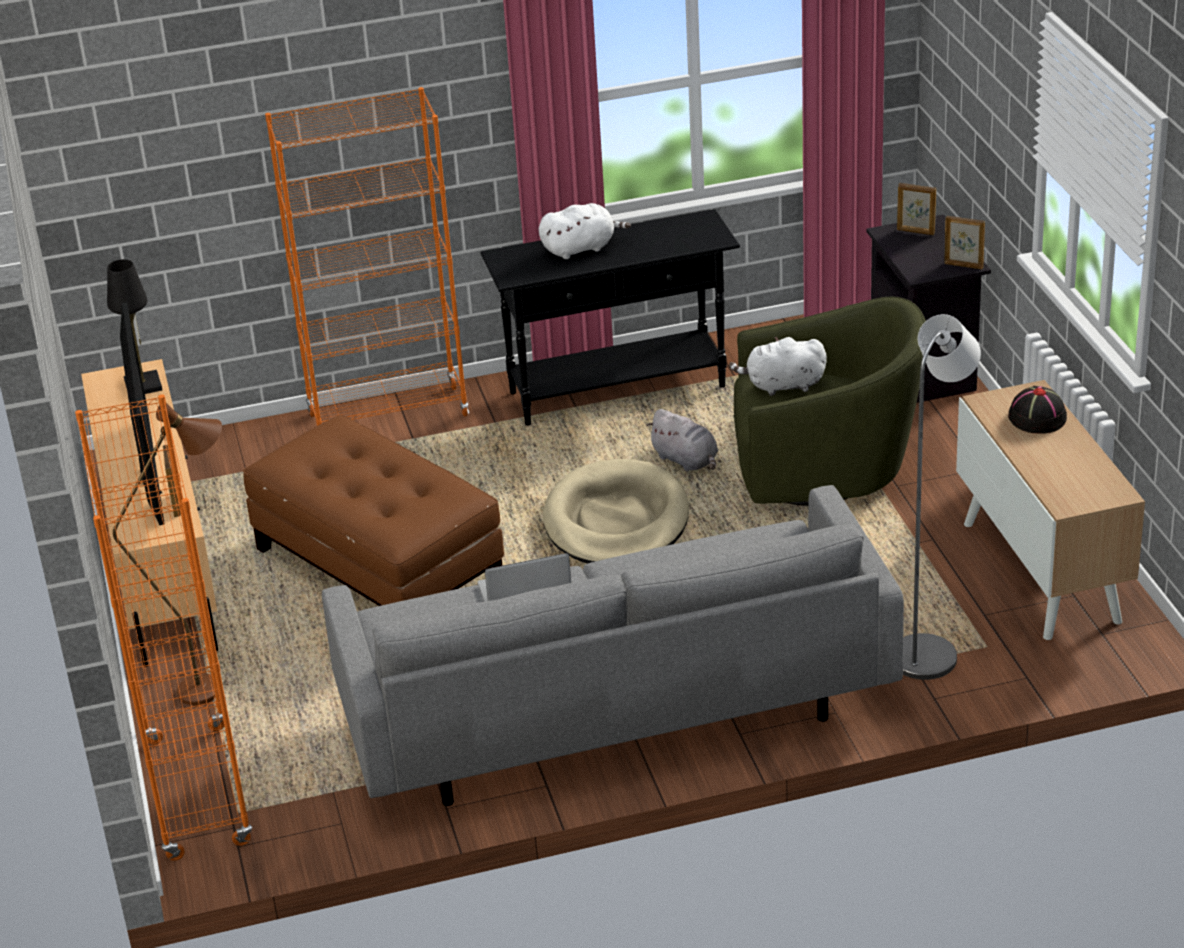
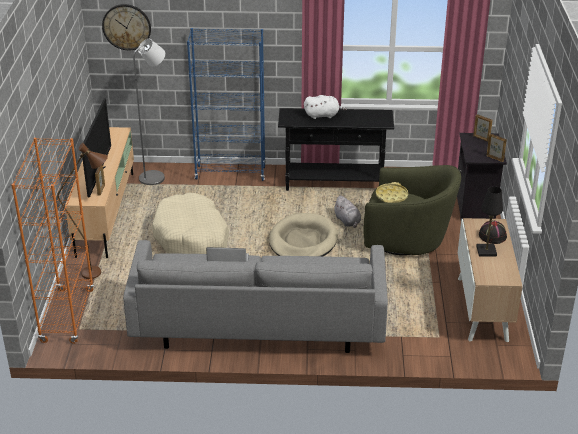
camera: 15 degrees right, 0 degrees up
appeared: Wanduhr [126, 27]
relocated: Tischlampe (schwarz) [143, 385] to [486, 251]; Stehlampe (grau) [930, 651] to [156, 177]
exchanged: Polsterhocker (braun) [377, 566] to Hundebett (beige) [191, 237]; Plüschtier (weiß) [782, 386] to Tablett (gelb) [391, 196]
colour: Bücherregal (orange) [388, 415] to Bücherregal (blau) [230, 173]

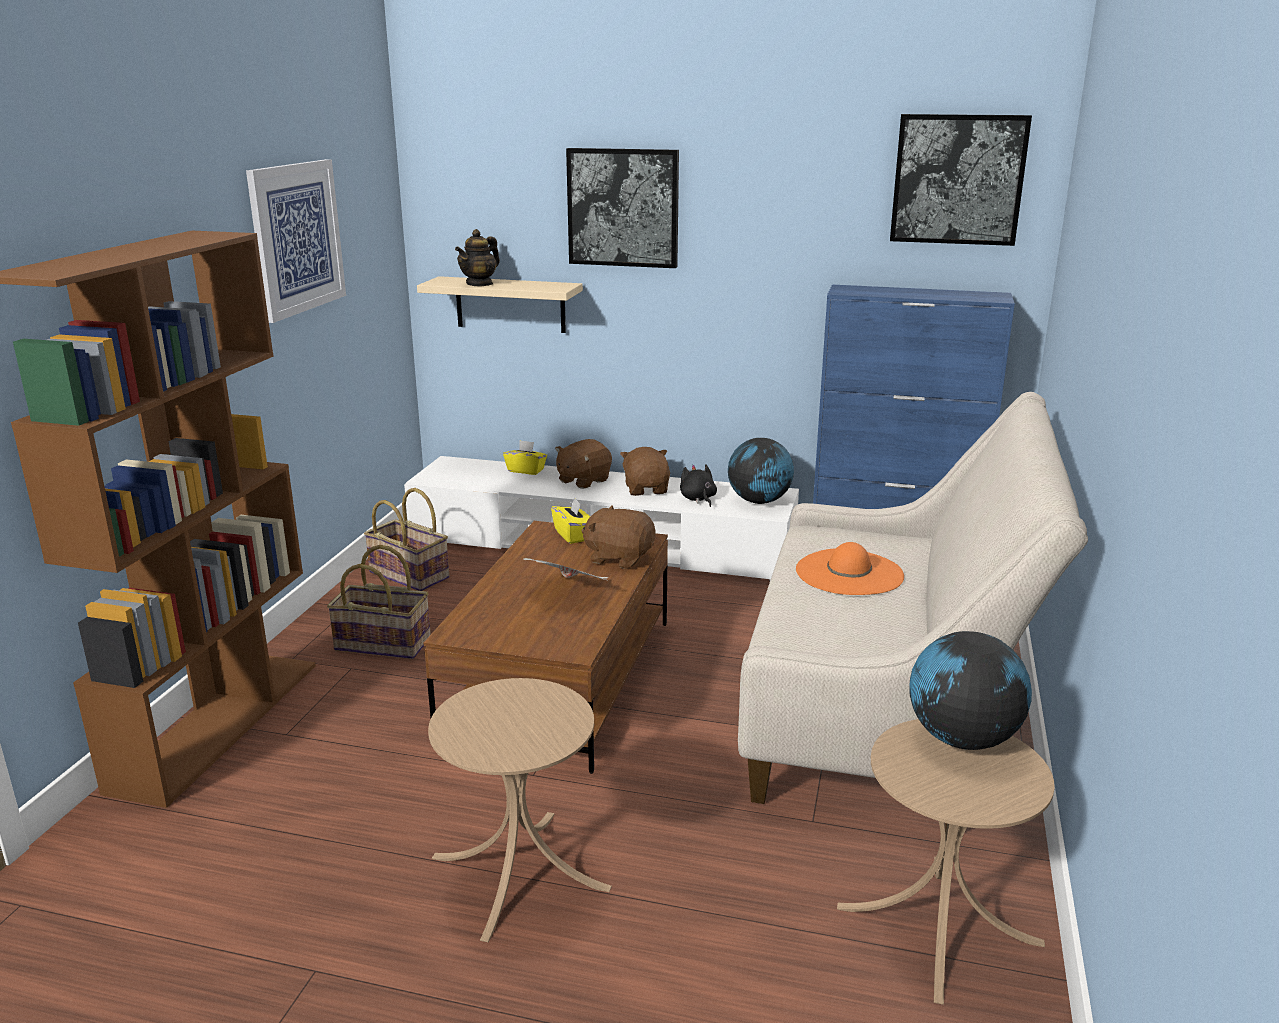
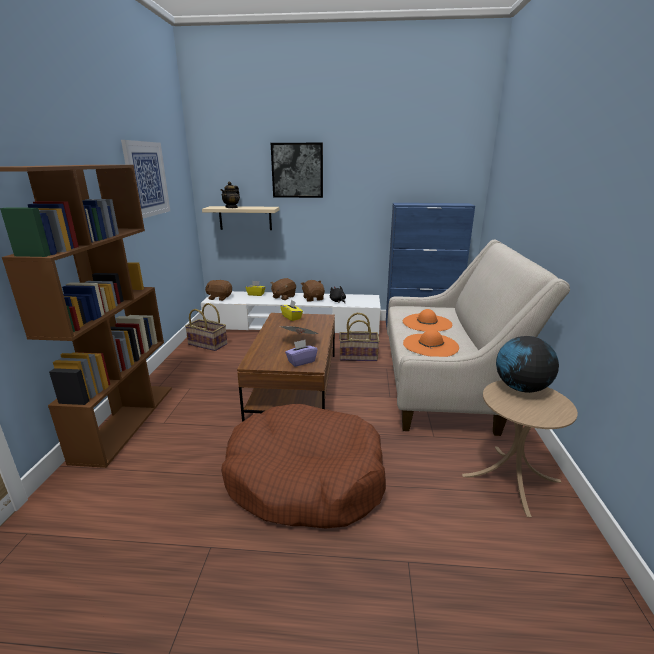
camera: 10 degrees left, 0 degrees up
missing: Globus [759, 501]; Bild [958, 179]
appeared: Taschentuchbox (lila) [301, 361]; Hut (orange) [430, 345]
relocated: Korb [384, 643] to [358, 356]; Plüschtier (braun) [619, 557] to [219, 298]
exchanged: Beistelltisch (beige) [520, 872] to Hundebett (braun) [305, 478]

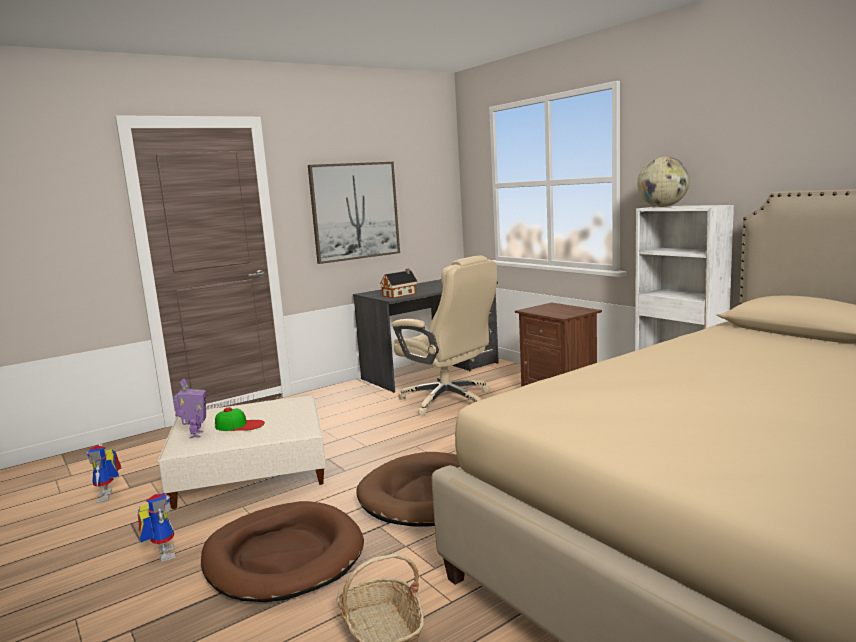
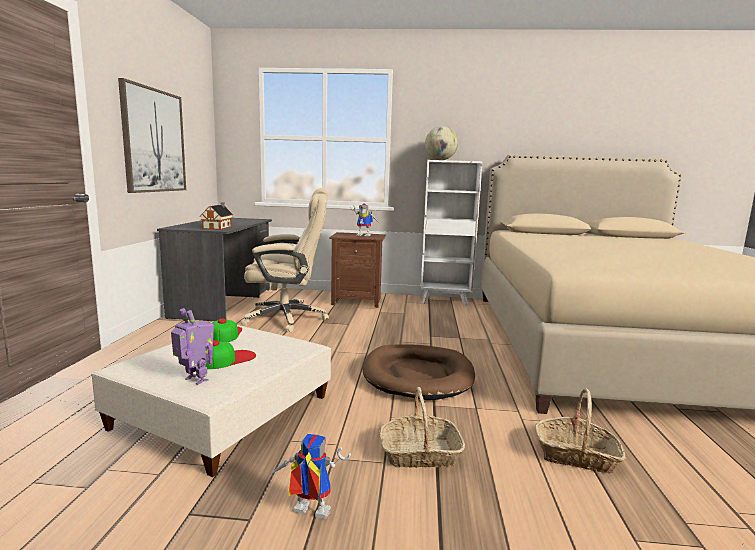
camera: 50 degrees left, 0 degrees up
appeared: Kappe [224, 334]
relocated: Spielzeugroboter [108, 496] to [365, 235]
exchanged: Hundebett (braun) [283, 556] to Korb [420, 454]

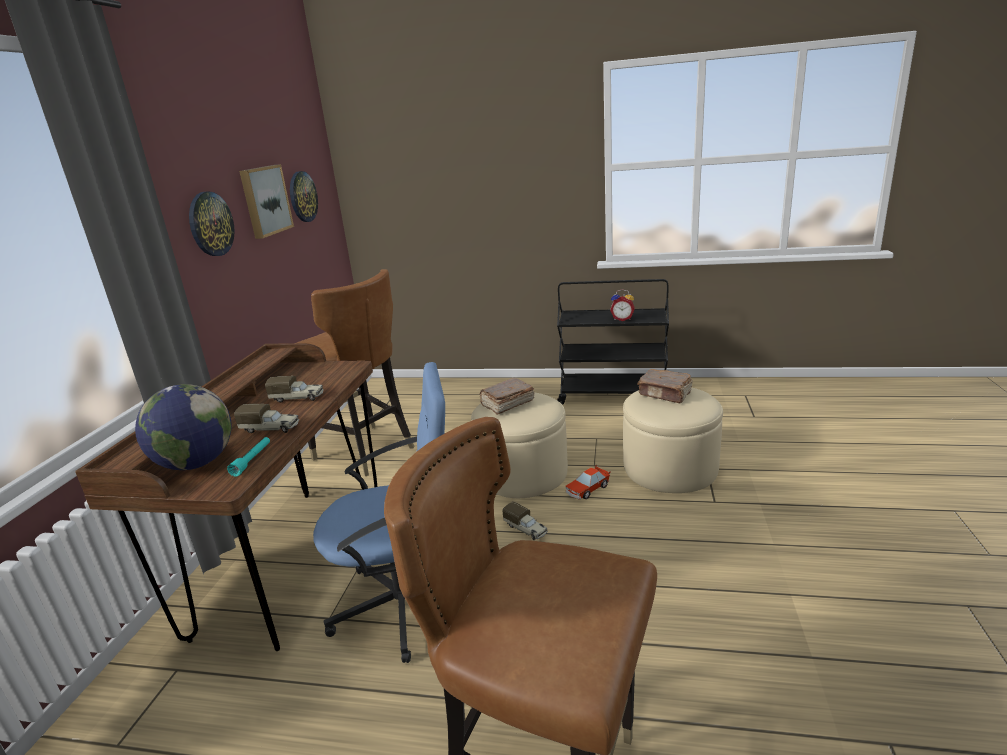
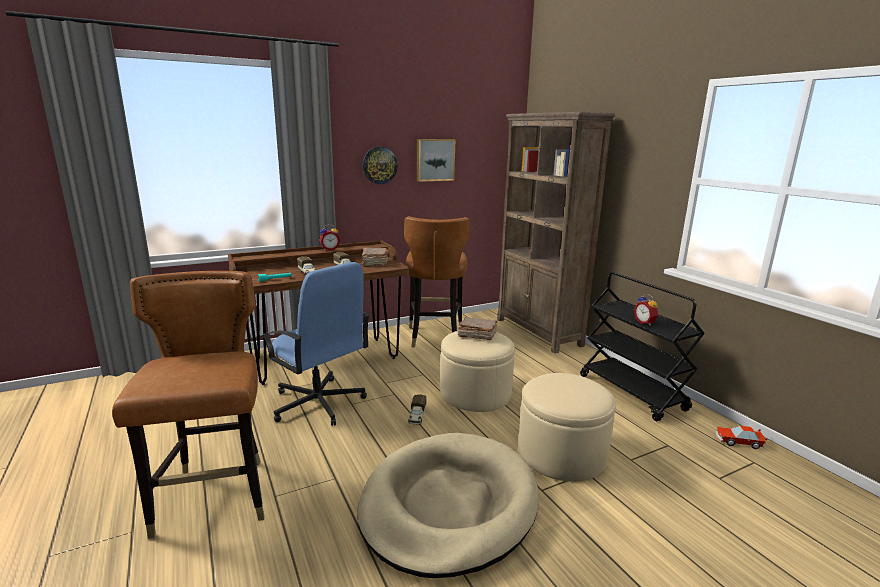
camera: 50 degrees right, 5 degrees down
missing: Globus [196, 463]; Wanduhr [302, 196]
appeared: Wecker [329, 249]; Hundebett (beige) [449, 505]; Bücherregal (braun) [538, 332]
relocated: Spielzeugauto [587, 489] to [738, 442]; Buch (braun) [665, 394] to [374, 263]

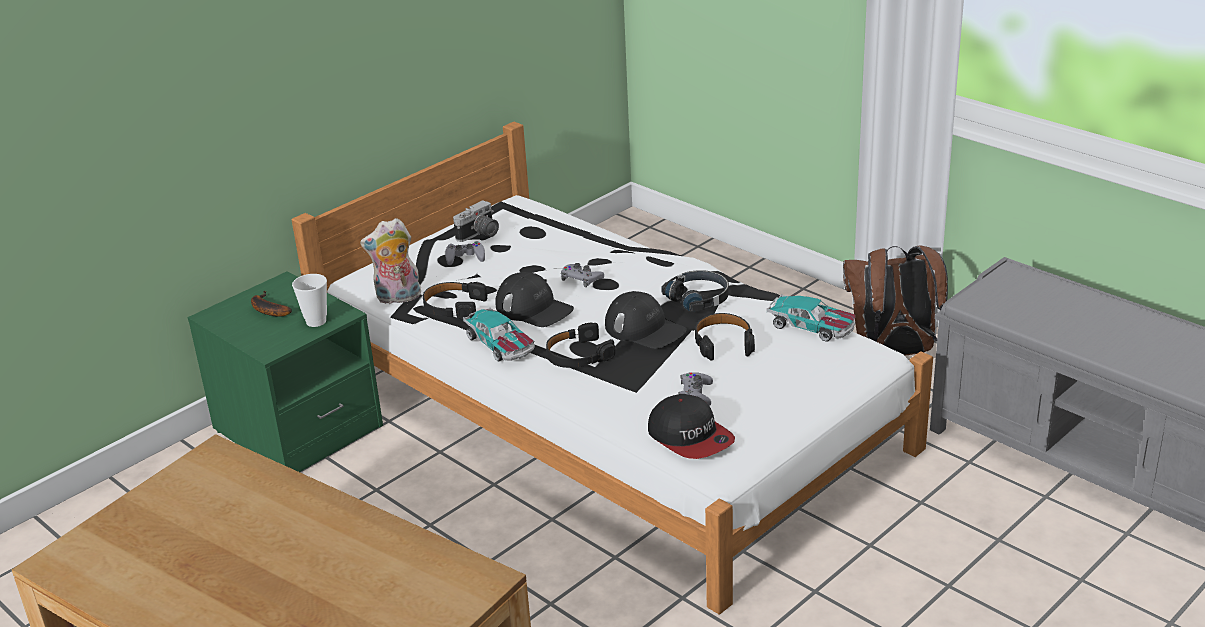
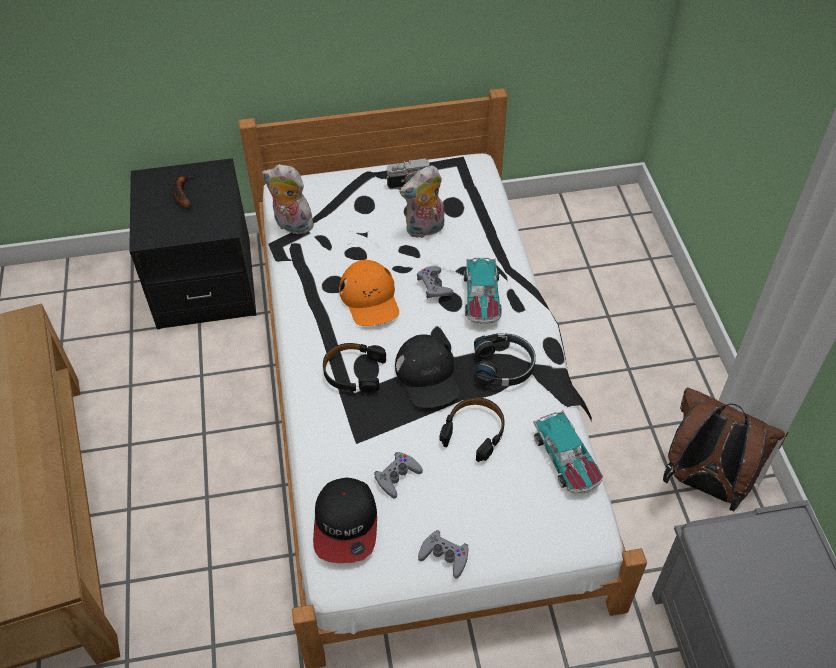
camera: 35 degrees right, 20 degrees up
missing: Tasse [316, 321]; Kopfhörer (schwarz) [453, 307]
appeared: Plüschtier [425, 230]
relocated: Gamepad (grau) [465, 257] to [444, 556]; Spielzeugauto [500, 345] to [482, 298]
colour: Nachttisch (grün) [297, 429] to Nachttisch (schwarz) [205, 283]; Kappe (schwarz) [534, 309] to Kappe (orange) [370, 298]

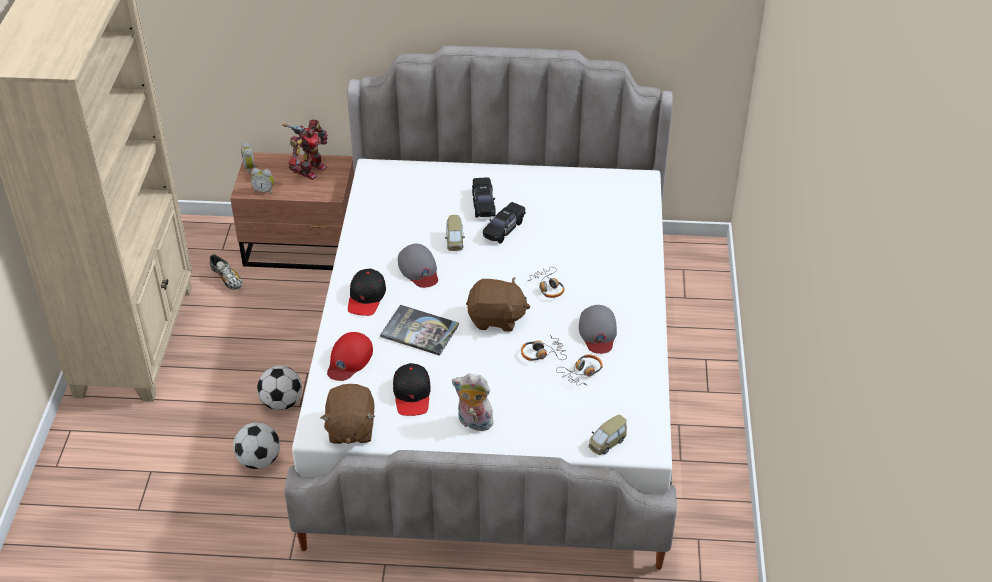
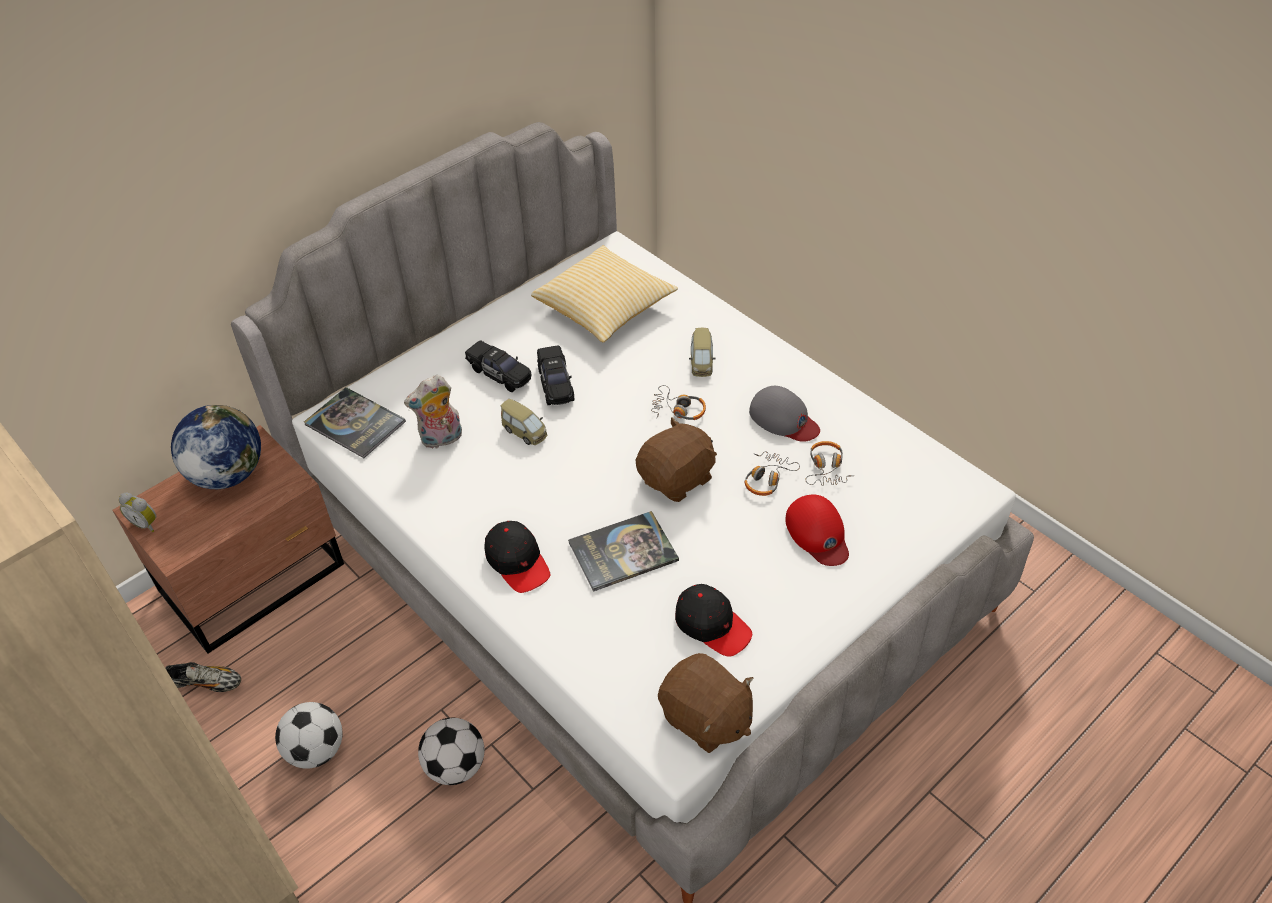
camera: 45 degrees left, 5 degrees up
missing: Wecker [264, 191]; Kappe (grau) [419, 269]
appeared: Buch [355, 423]; Kissen [604, 308]
relocated: Fußball [259, 460] to [316, 750]; Kappe (rot) [349, 359] to [818, 533]; Plüschtier [473, 423] to [441, 439]; Spielzeugauto [607, 443] to [701, 363]
exchanged: Spielzeugroboter [310, 169] to Globus [227, 474]

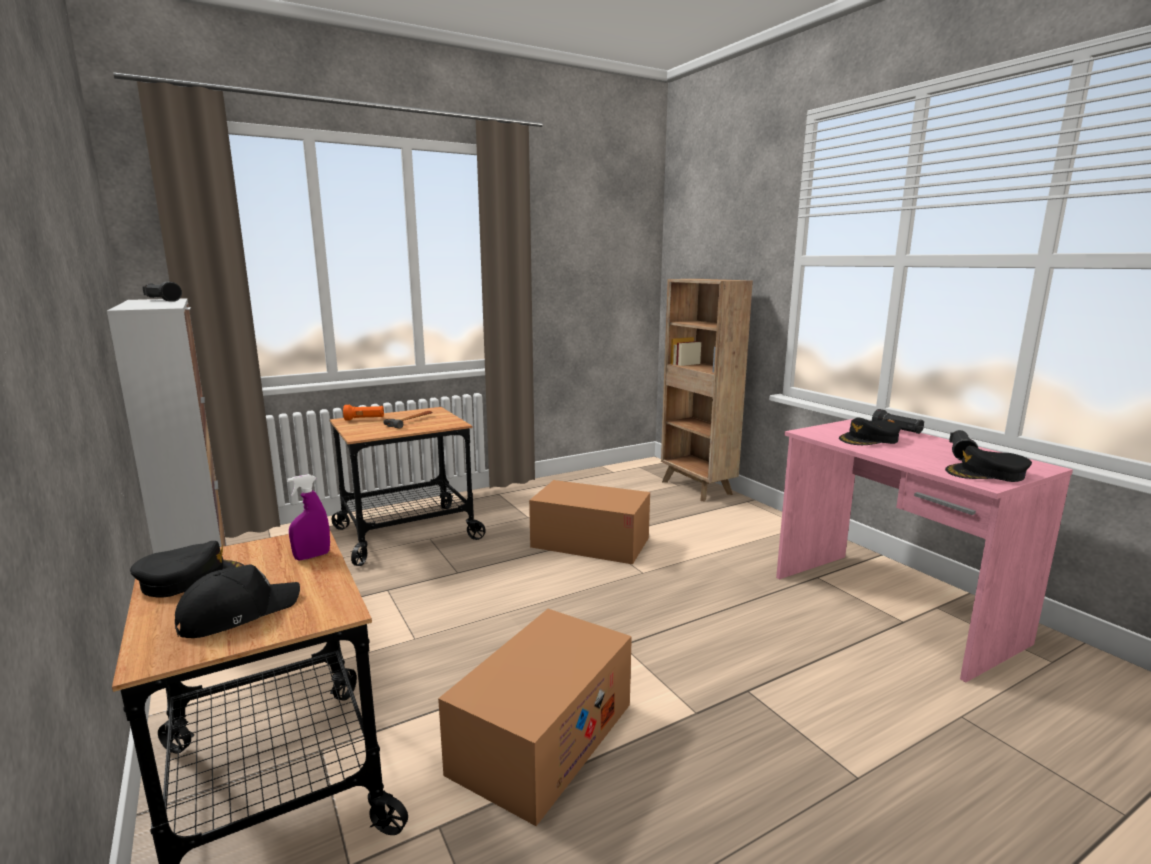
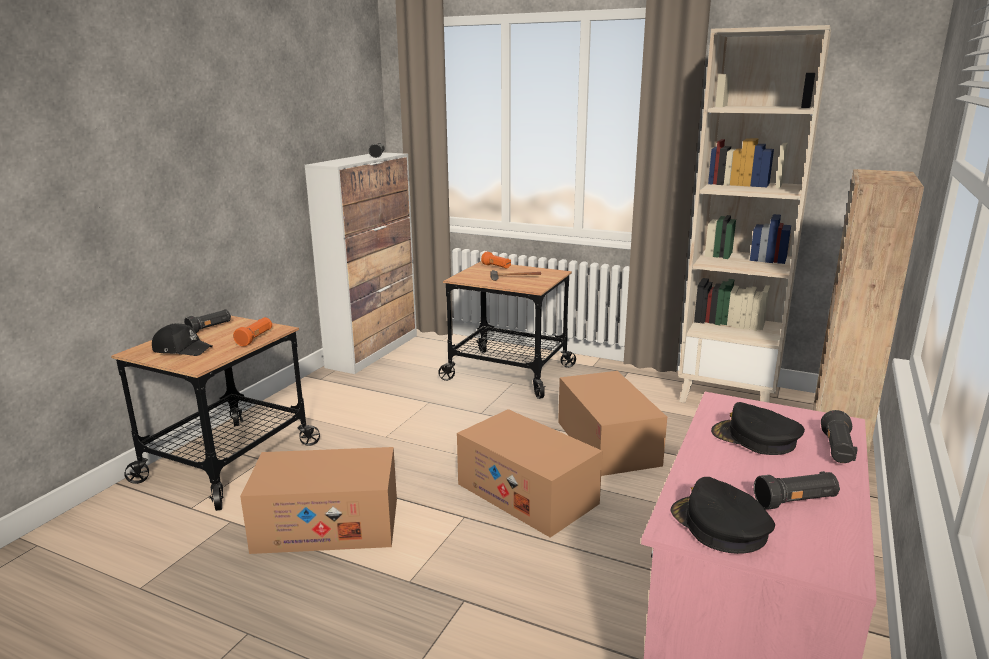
camera: 55 degrees right, 5 degrees up
appeared: Karton [527, 493]; Bücherregal (beige) [729, 395]
exchanged: Kappe (schwarz) [192, 579] to Taschenlampe (schwarz) [210, 328]; Sprühflasche (lila) [312, 556] to Taschenlampe (orange) [255, 338]

